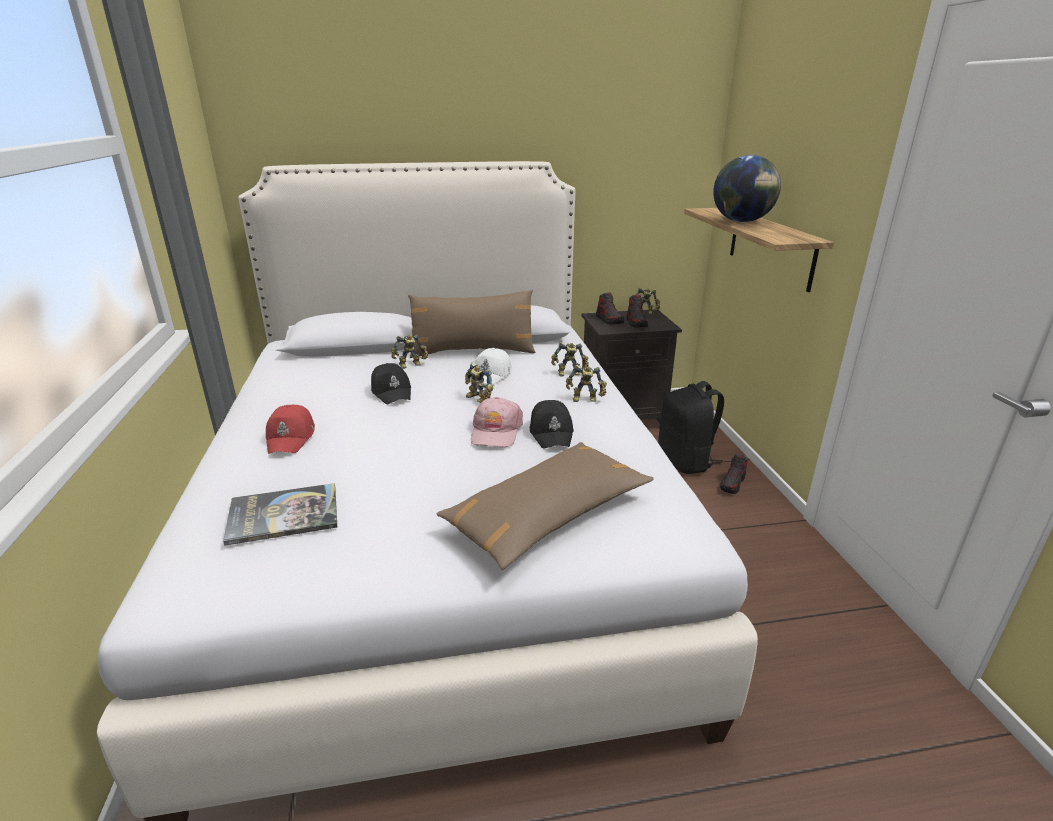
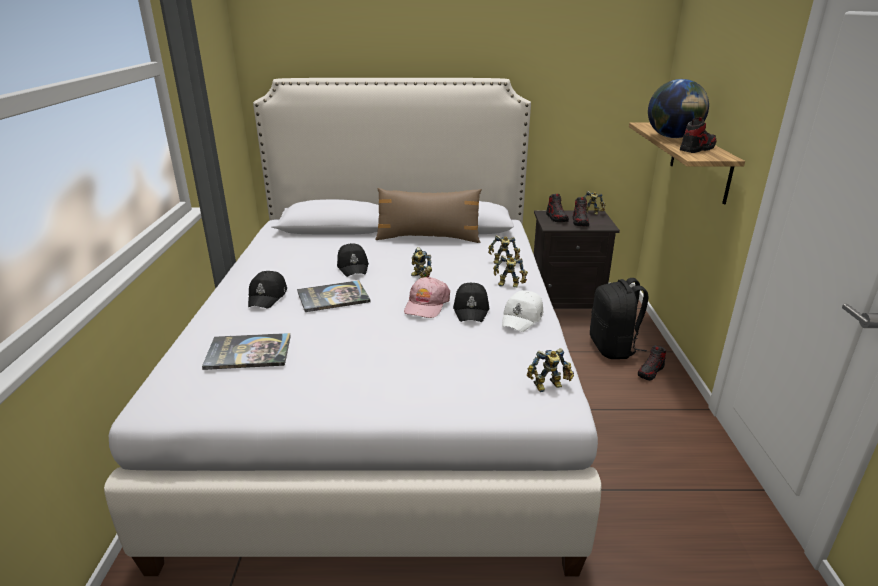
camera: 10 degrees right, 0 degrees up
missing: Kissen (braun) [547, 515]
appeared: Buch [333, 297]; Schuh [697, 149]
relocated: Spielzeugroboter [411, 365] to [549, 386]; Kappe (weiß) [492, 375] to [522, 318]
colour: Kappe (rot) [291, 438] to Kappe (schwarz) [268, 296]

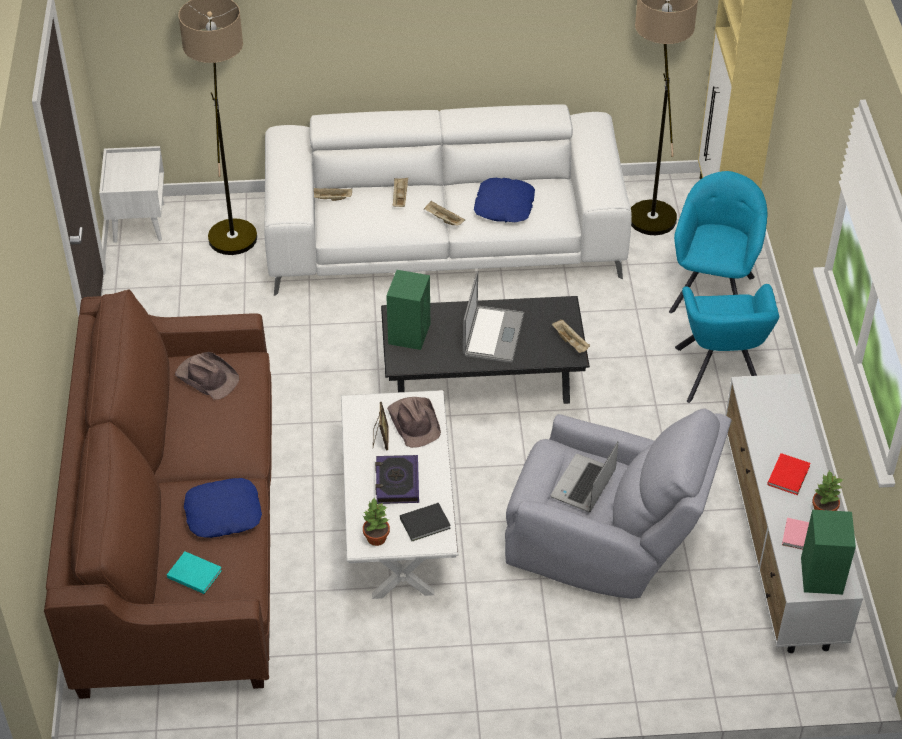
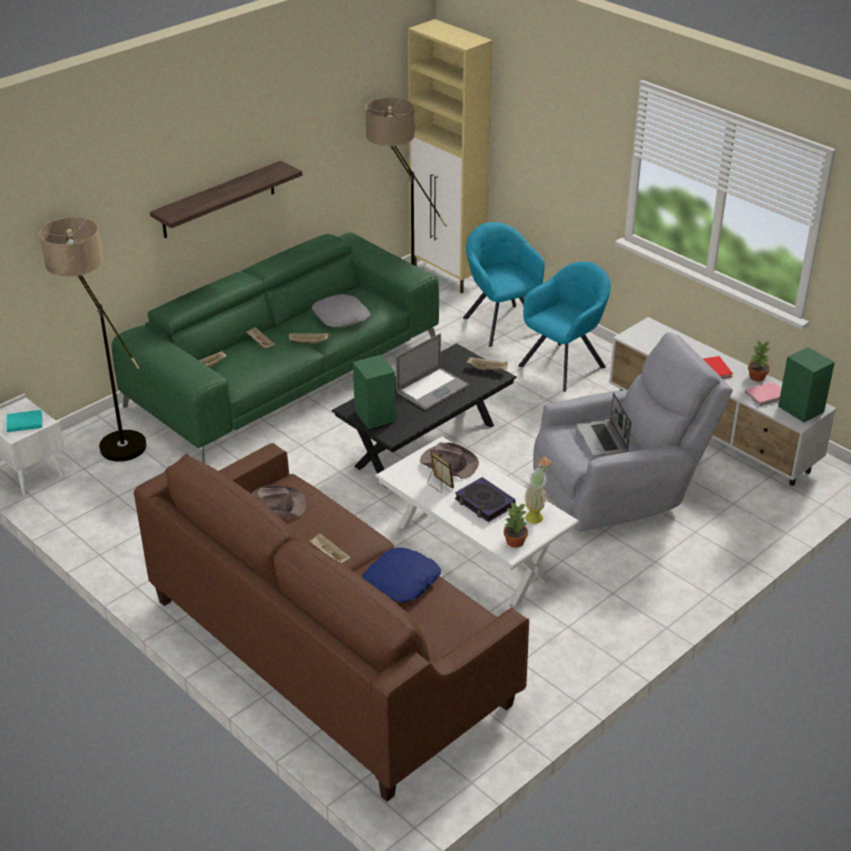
camera: 40 degrees left, 10 degrees down
appeared: Wandregal [218, 200]; Tablett (beige) [329, 555]
relocated: Buch (türkis) [194, 573] to [23, 422]
exchanged: Buch (schwarz) [426, 523] to Topfpflanze [536, 515]
colour: Sofa (weiß) [444, 236] to Sofa (grün) [285, 373]; Kissen (blau) [505, 206] to Kissen (grau) [341, 316]
spun: Laptop [493, 334] = [432, 389] 75 degrees clockwise; Sessel (türkis) [720, 375] = [564, 365] 90 degrees counterclockwise

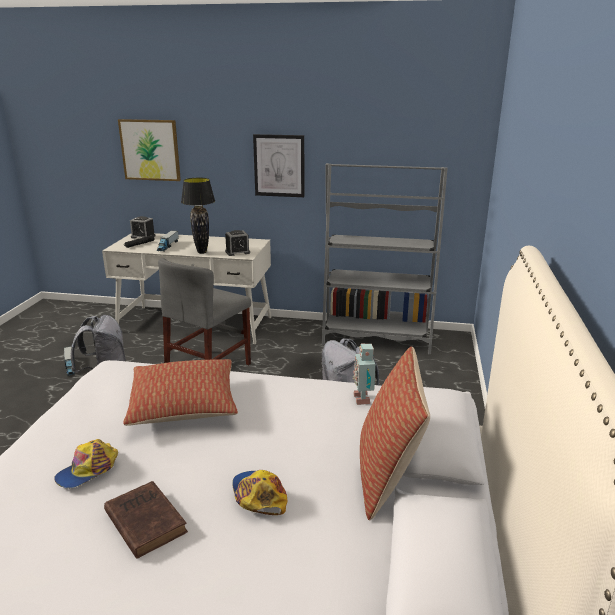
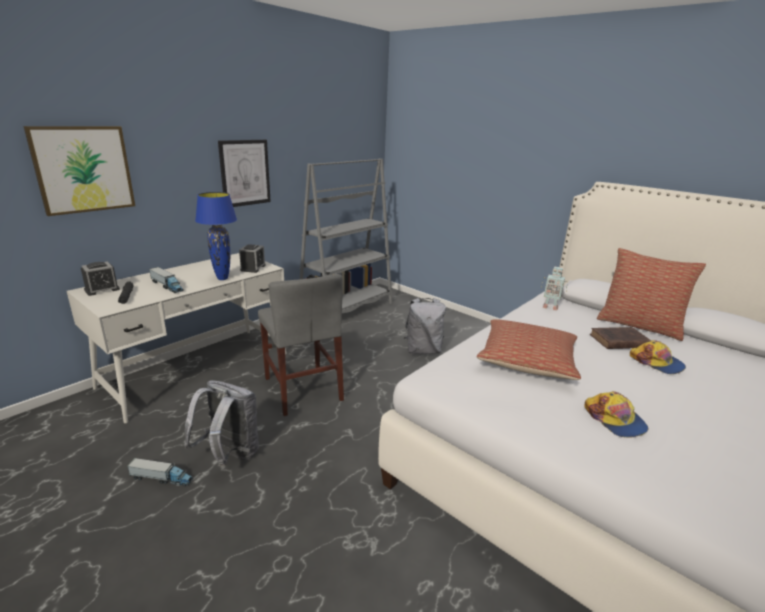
camera: 60 degrees left, 0 degrees up
relocated: Buch (braun) [144, 521] to [617, 341]
colour: Tischlampe (schwarz) [201, 252] to Tischlampe (blau) [222, 278]
spun: Kappe [259, 495] = [657, 362] 135 degrees counterclockwise

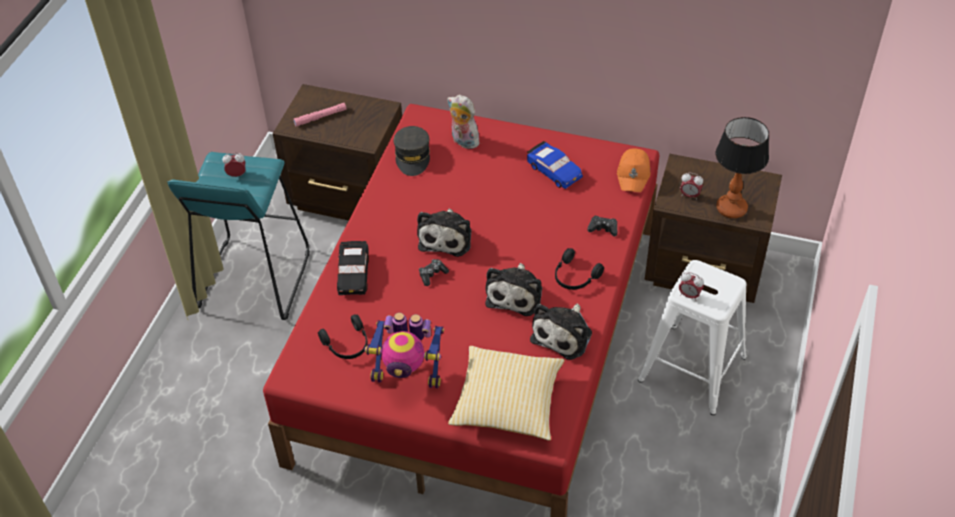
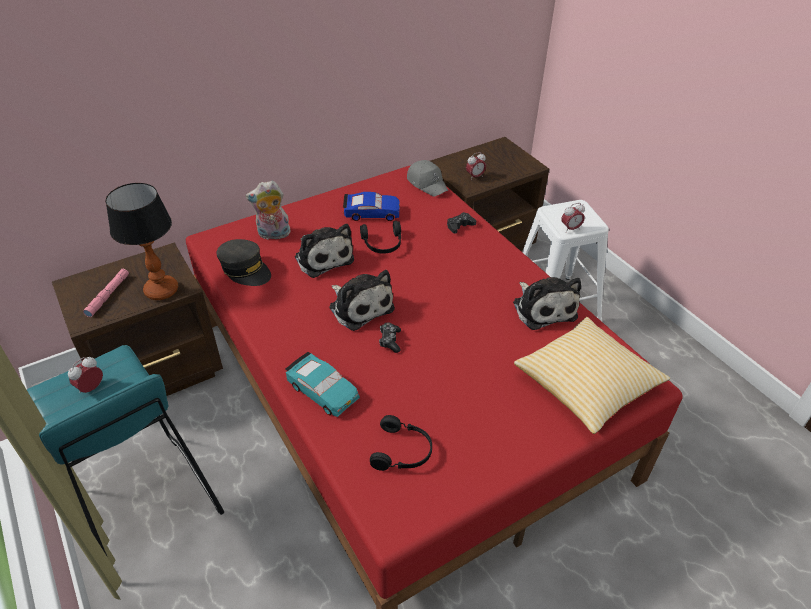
camera: 50 degrees left, 5 degrees down
missing: Spielzeugroboter [408, 374]
relocated: Plüschtier [516, 294] to [323, 257]; Kopfhörer (schwarz) [574, 277] to [382, 244]; Tischlampe [732, 209] to [162, 290]
colour: Spielzeugauto (schwarz) [353, 274] to Spielzeugauto (türkis) [323, 390]; Kappe (orange) [634, 174] to Kappe (grau) [427, 183]

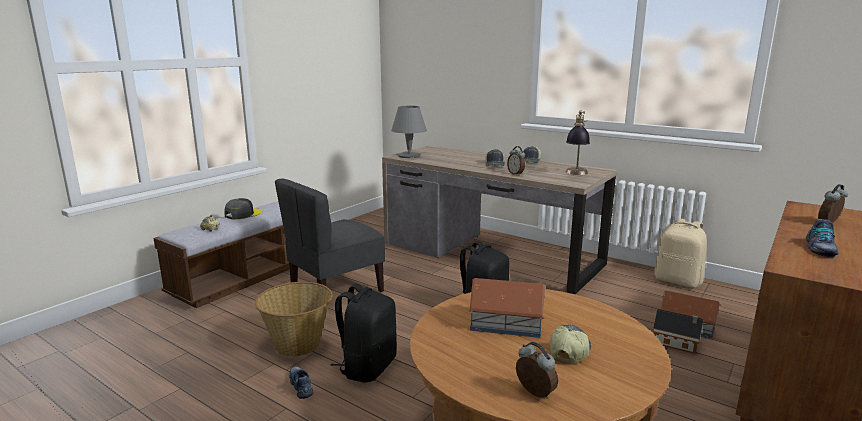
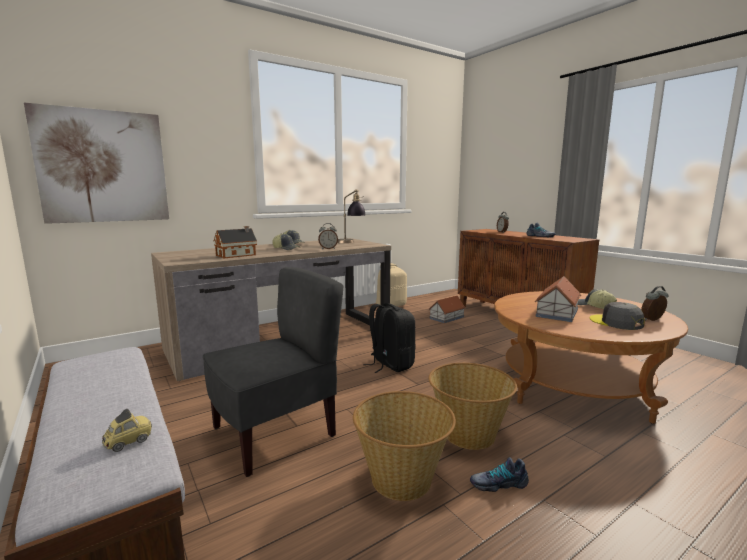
camera: 70 degrees left, 5 degrees down
missing: Tischlampe (grau) [409, 156]
appeared: Bild [103, 166]
relocated: Kappe (grau) [243, 214] to [616, 323]; Spielzeughaus [677, 343] to [237, 255]
exchanged: Rucksack (schwarz) [367, 367] to Korb [468, 434]
spun: Stuhl (grau) [336, 291] = [275, 433] 105 degrees counterclockwise

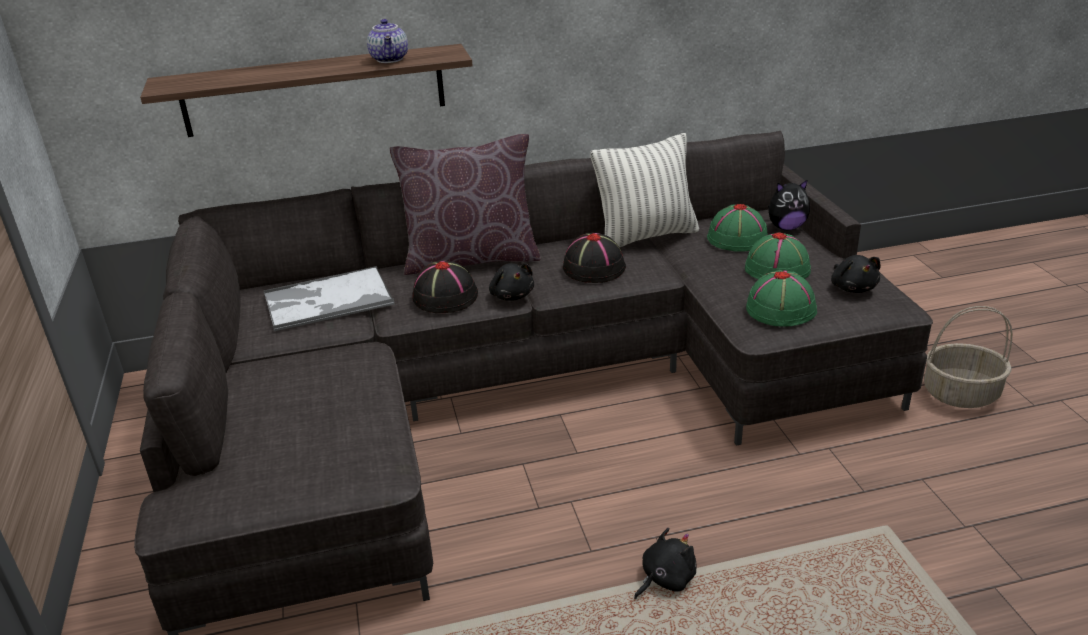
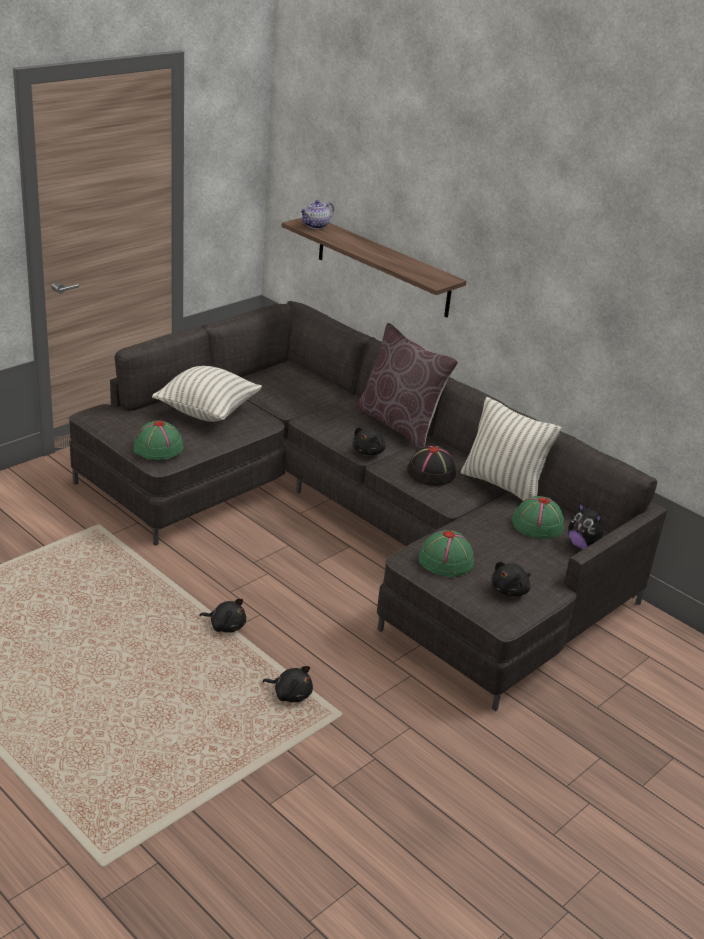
camera: 55 degrees right, 0 degrees up
missing: Tablett [327, 300]; Hut (schwarz) [444, 297]; Korb [961, 393]
appeared: Kissen [207, 412]; Plüschtier (schwarz) [290, 694]
relocated: Teekanne [390, 59] to [316, 226]; Hut (grün) [778, 269] to [158, 448]

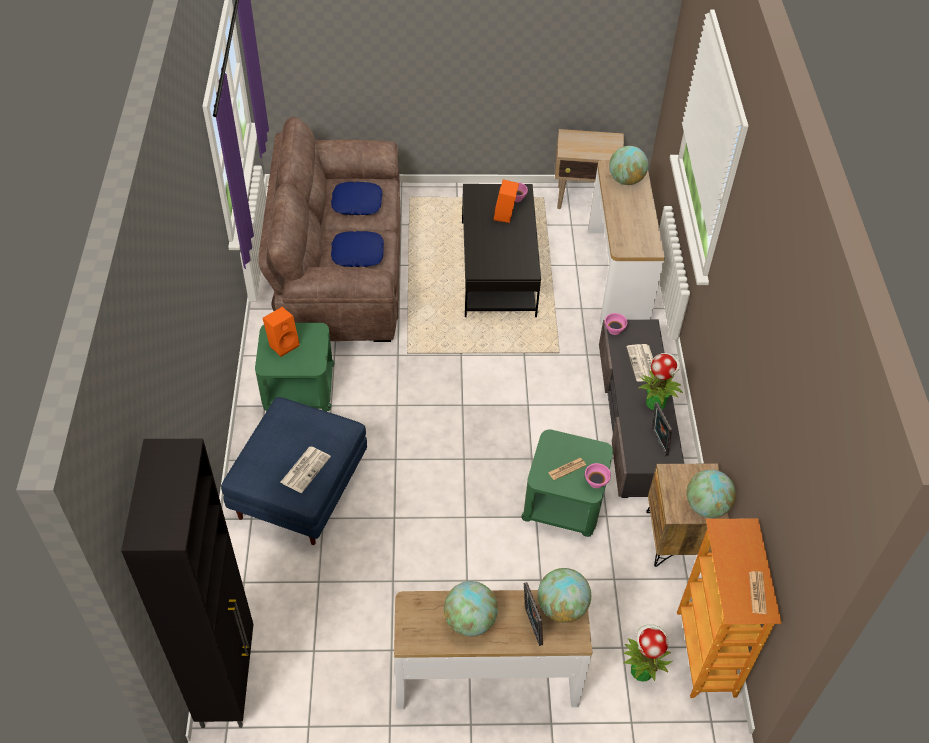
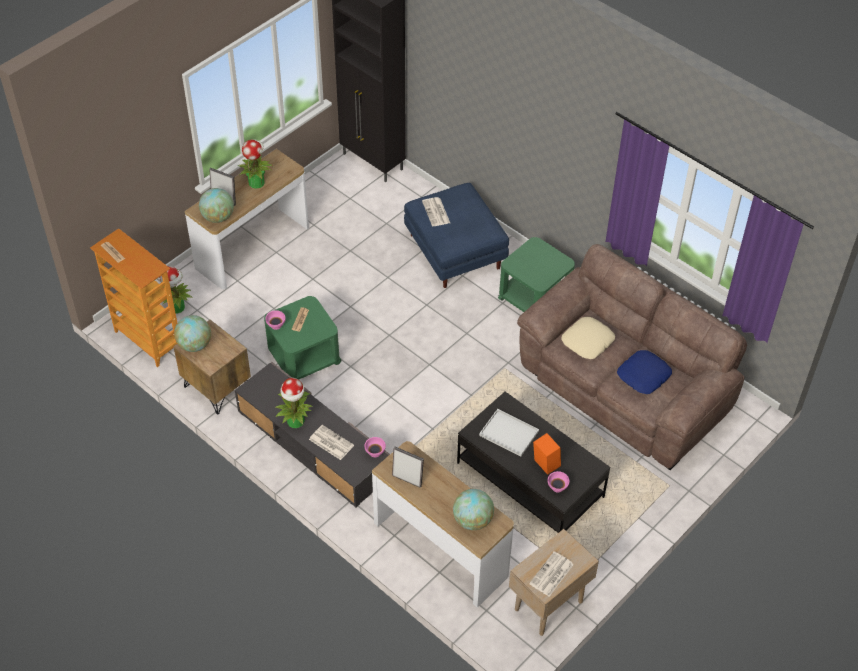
camera: 135 degrees right, 0 degrees up
missing: Lautsprecher (orange) [283, 344]
appeared: Tablett (weiß) [510, 433]; Zeitung [551, 575]
relocated: Bilderrahmen [657, 443] to [407, 479]
exchanged: Globus [470, 621] to Topfpflanze [256, 182]
colour: Kissen (blau) [358, 253] to Kissen (beige) [588, 342]

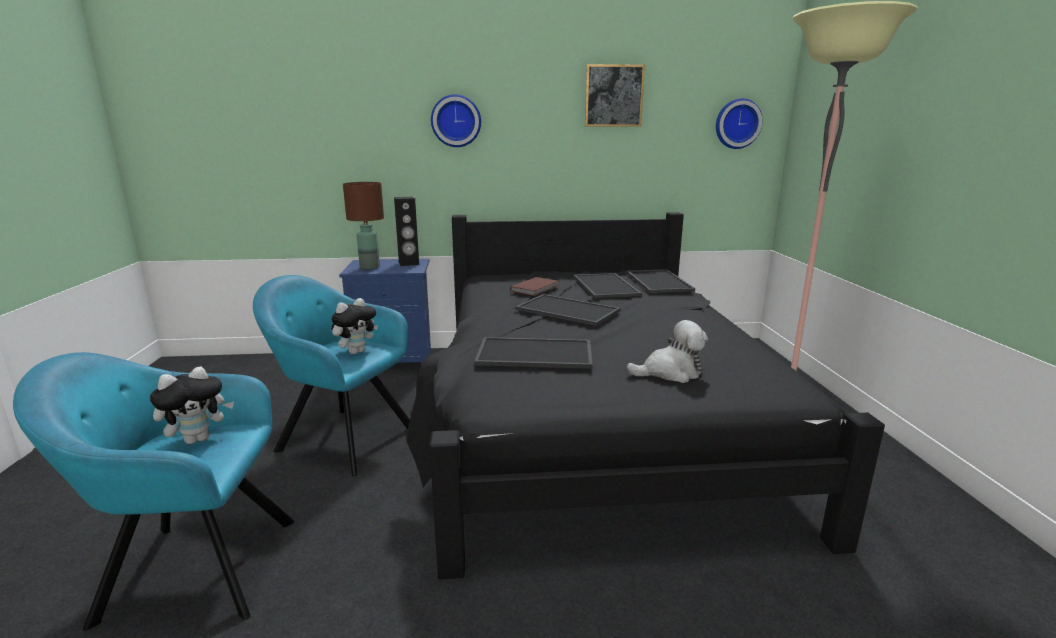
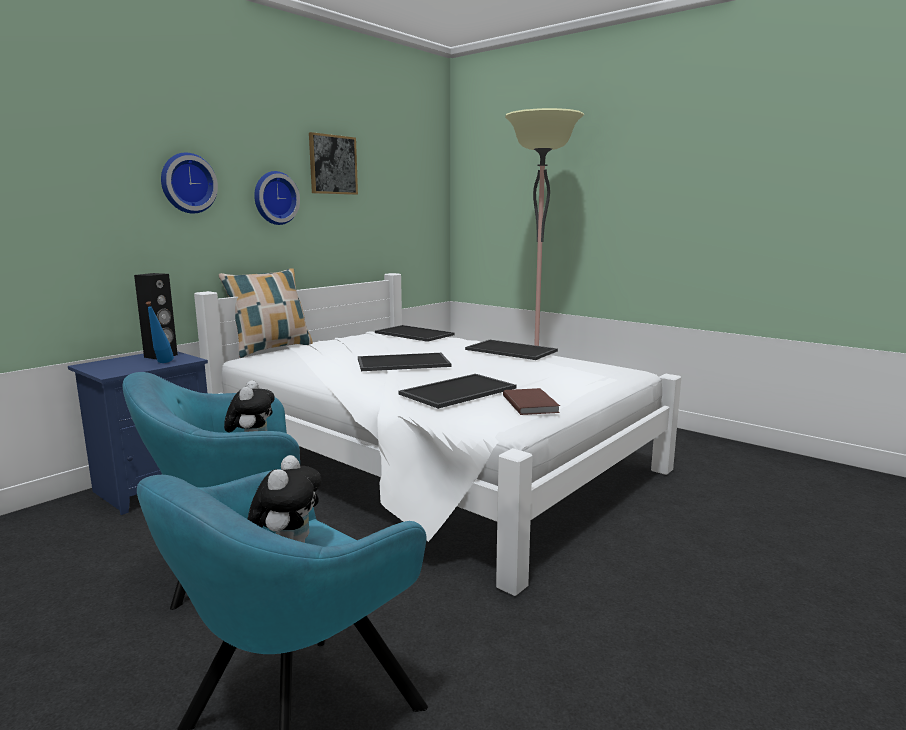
camera: 45 degrees left, 5 degrees down
missing: Tischlampe (braun) [370, 267]; Plüschtier [670, 372]
appeared: Flasche (blau) [162, 363]; Kissen [271, 349]
relocated: Buch (braun) [536, 288] to [531, 404]; Tablett [607, 286] to [512, 350]; Wanduhr [737, 124] to [274, 198]
colour: Bett (schwarz) [592, 421] to Bett (weiß) [434, 464]

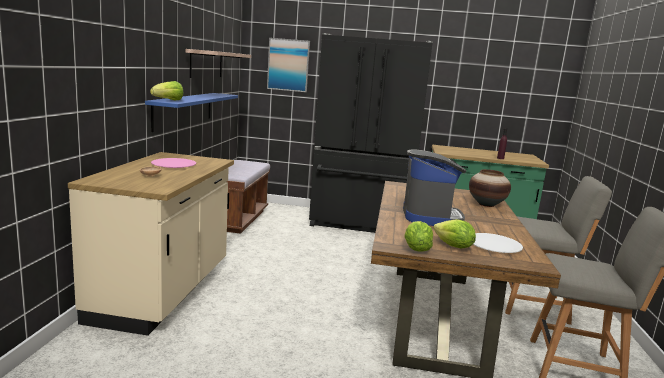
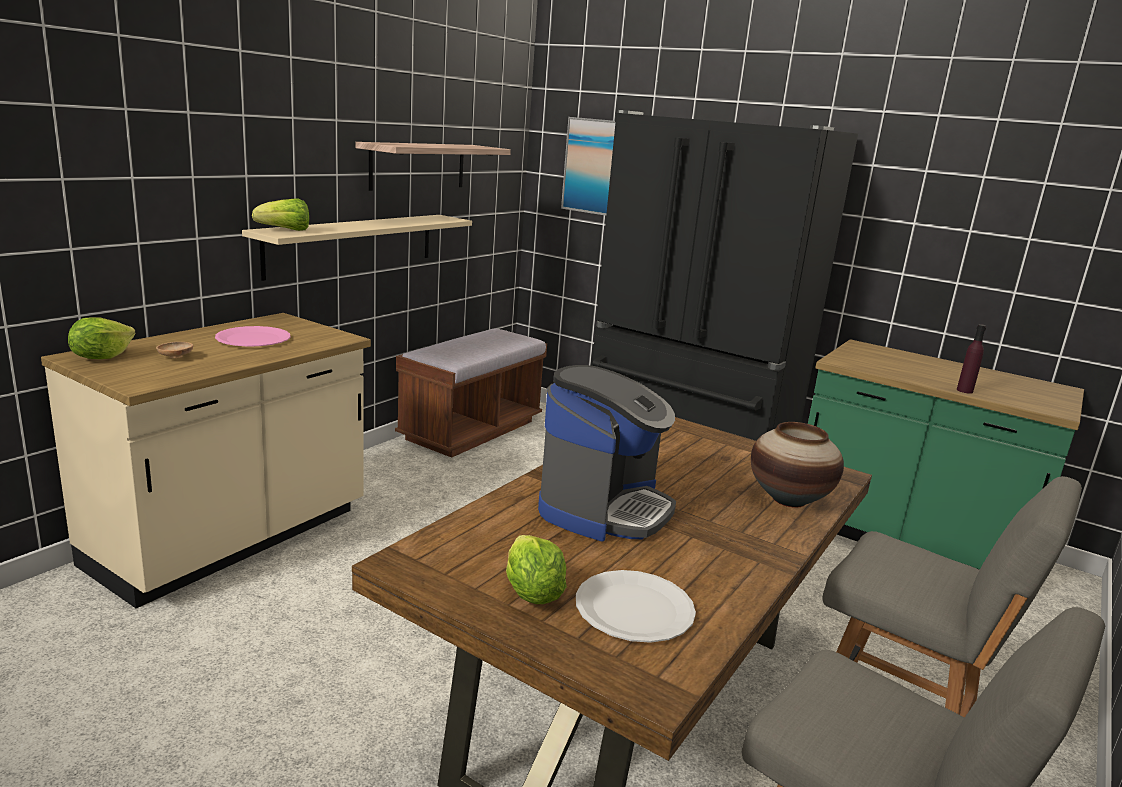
camera: 25 degrees right, 5 degrees up
relocated: Salatkopf [416, 249] to [101, 357]
colour: Wandregal (blau) [184, 110] to Wandregal (beige) [353, 244]

